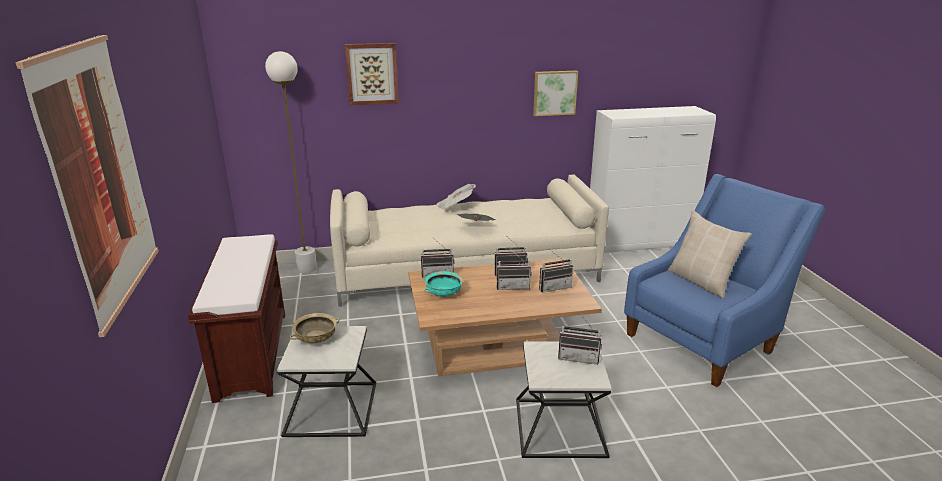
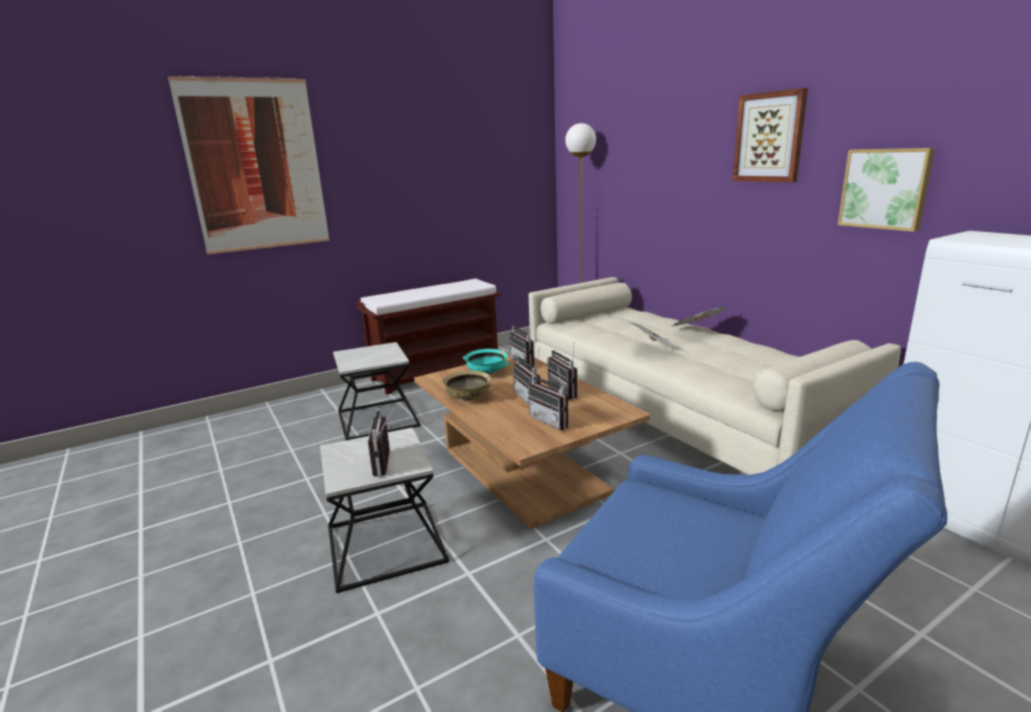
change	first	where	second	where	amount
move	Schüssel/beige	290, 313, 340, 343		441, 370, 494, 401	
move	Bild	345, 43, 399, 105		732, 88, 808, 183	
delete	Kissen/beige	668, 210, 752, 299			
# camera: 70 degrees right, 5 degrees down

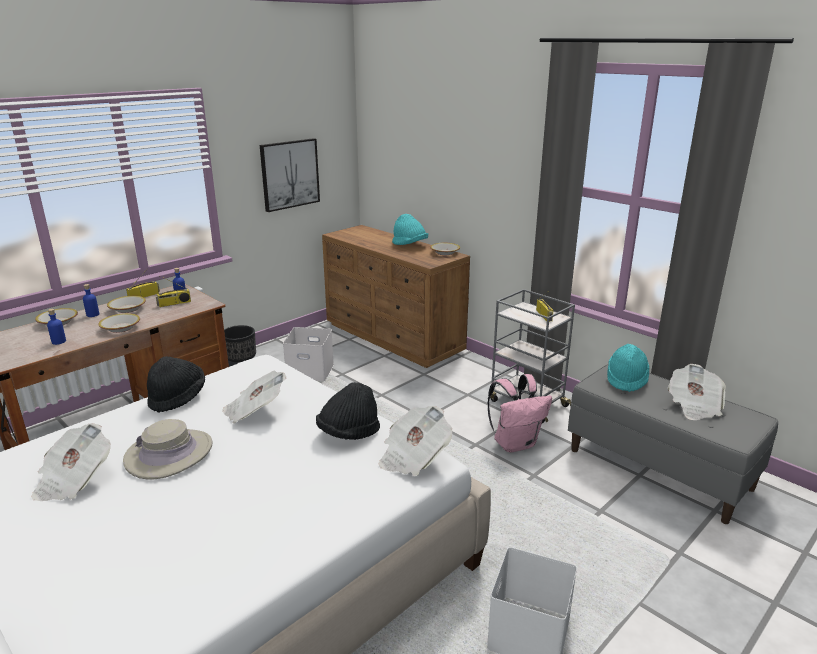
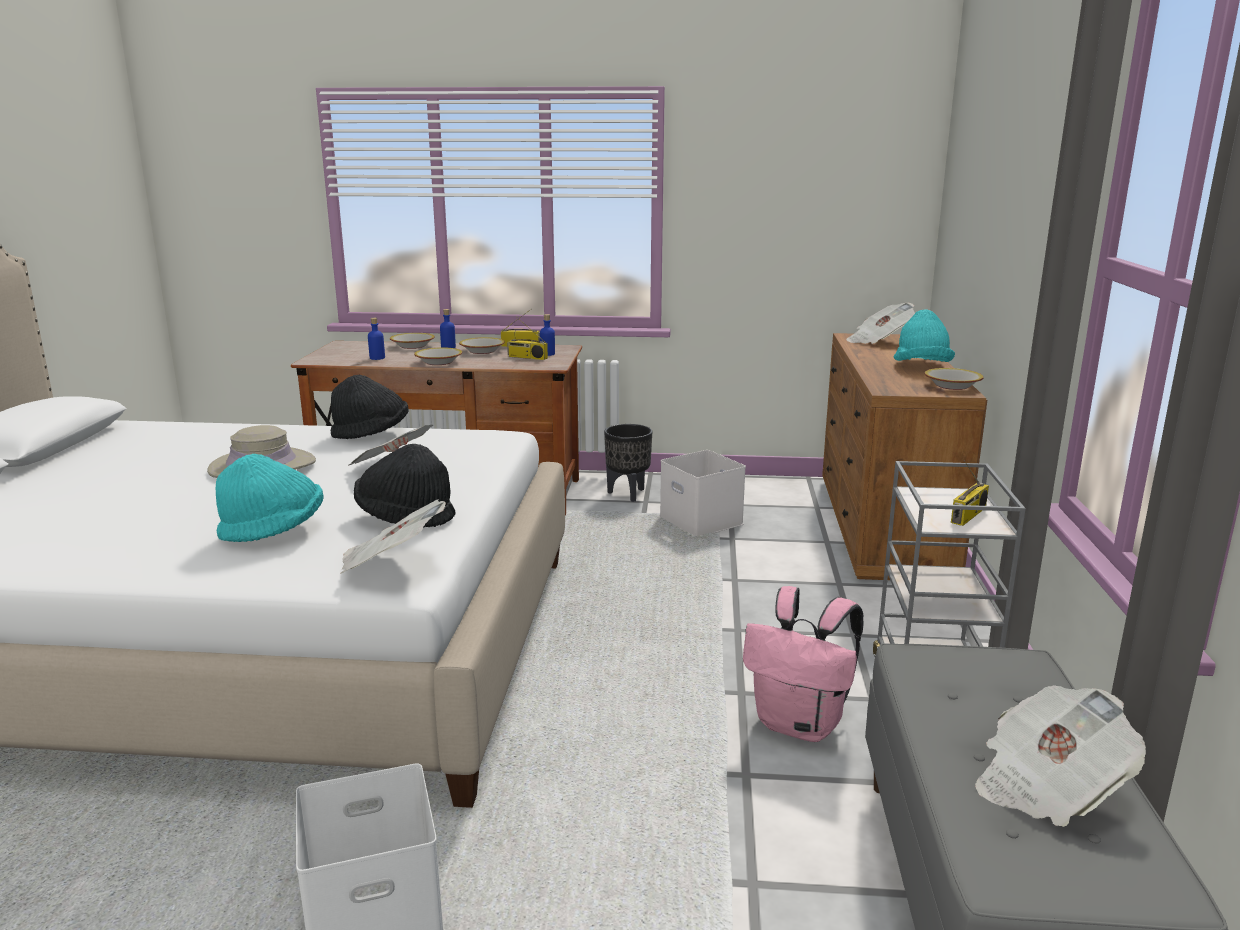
change	first	where	second	where	amount
move	Hut/türkis	607, 344, 649, 392		216, 454, 324, 542	
move	Zeitung	31, 423, 111, 501		846, 303, 915, 344	
delete	Bild	260, 138, 320, 212			
# camera: 50 degrees right, 5 degrees down

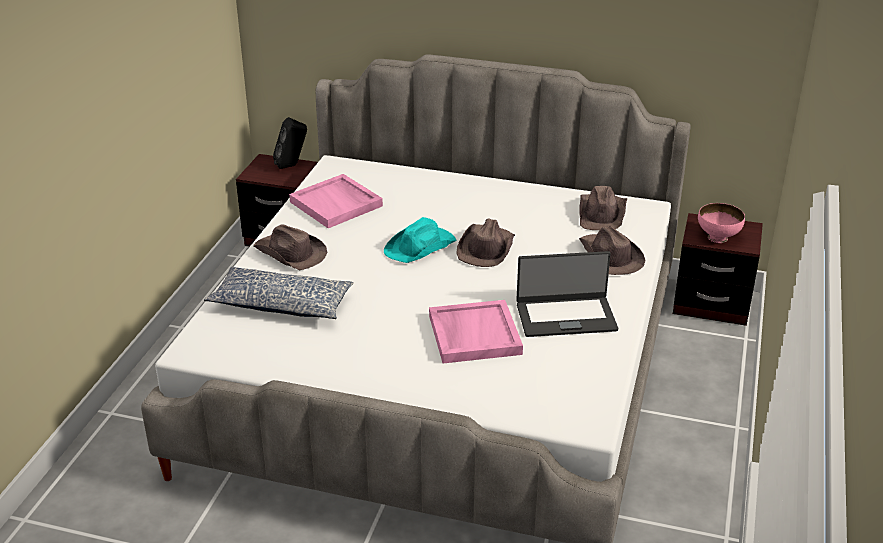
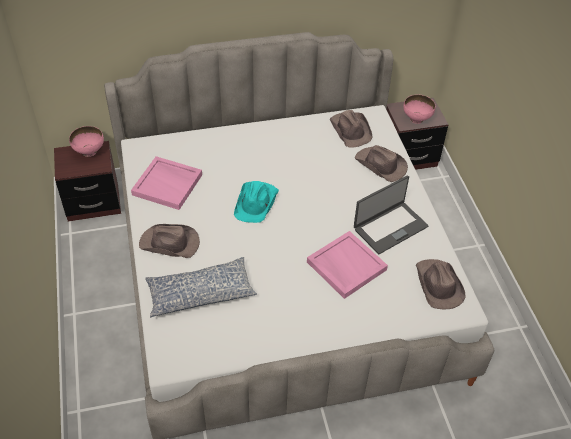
change	first	where	second	where	amount
replace	Lautsprecher/schwarz	273, 117, 307, 169	Schüssel/rosa	69, 126, 104, 157	
move	Hut/braun	456, 218, 515, 267		416, 259, 466, 309	
# camera: 30 degrees left, 15 degrees up

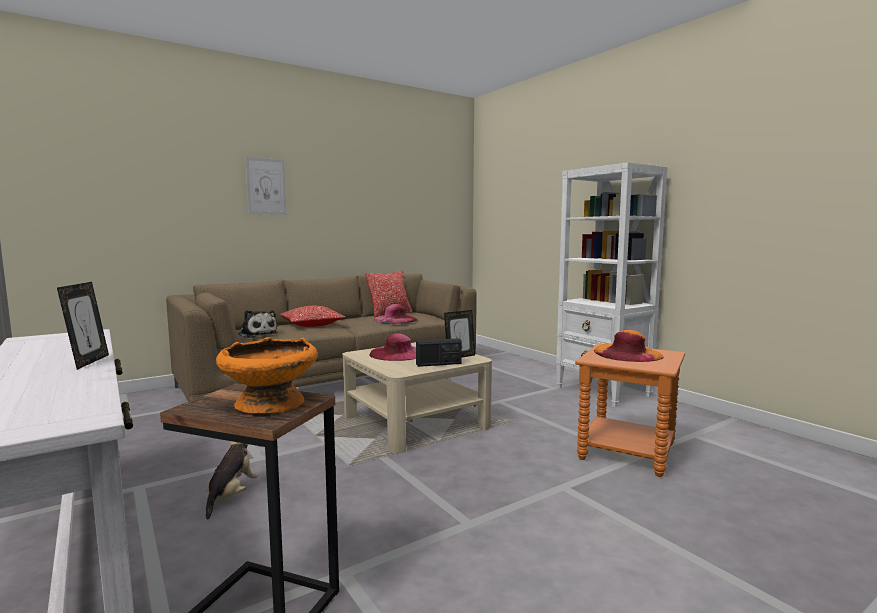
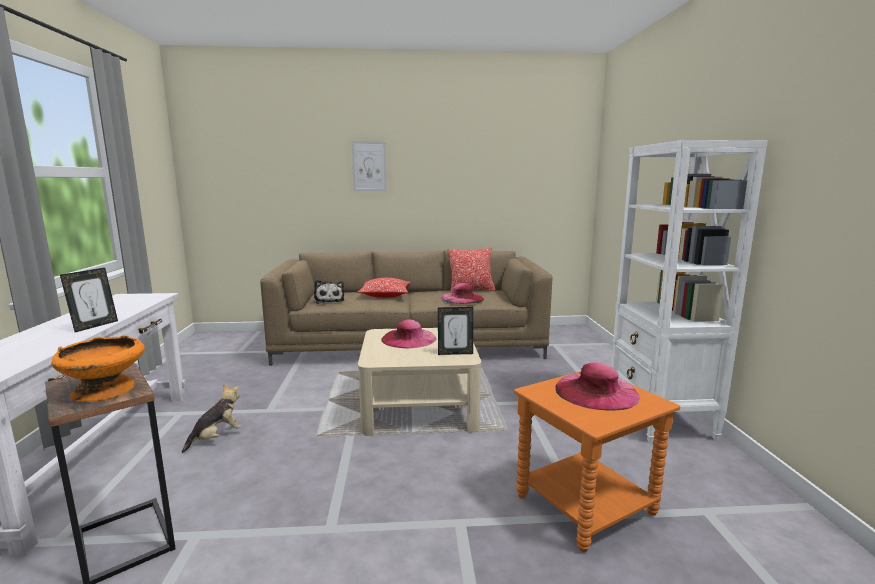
change	first	where	second	where	amount
recolor	Hut/orange	594, 330, 664, 362	Hut/rosa	556, 362, 641, 411	
delete	Radio	416, 338, 462, 367			
# camera: 30 degrees right, 5 degrees up

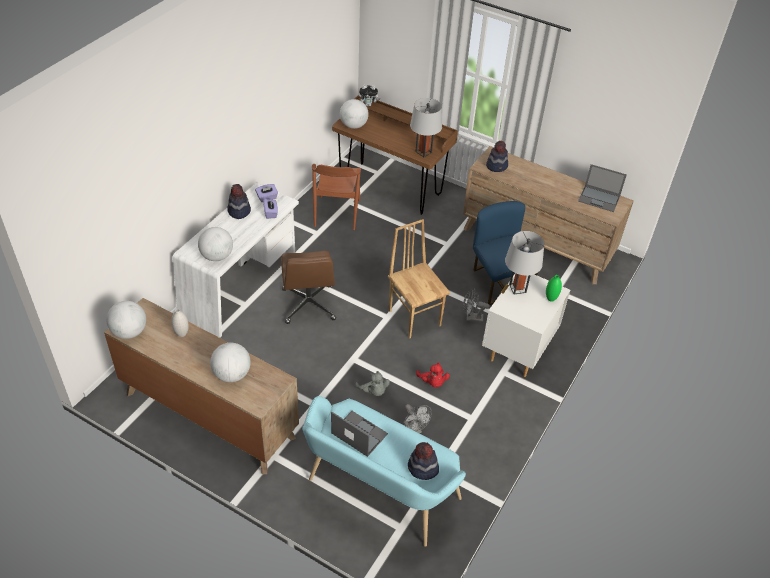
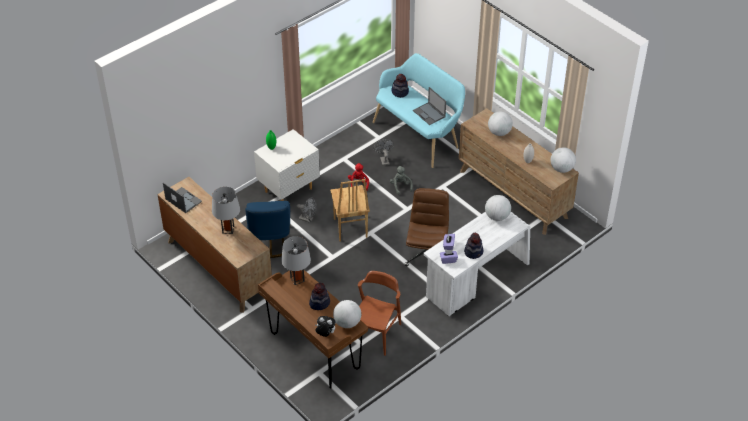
change	first	where	second	where	amount
move	Tischlampe/grau	505, 231, 544, 294		212, 187, 240, 234	
move	Hut	486, 140, 508, 172		309, 283, 330, 310	
# camera: 160 degrees left, 0 degrees up

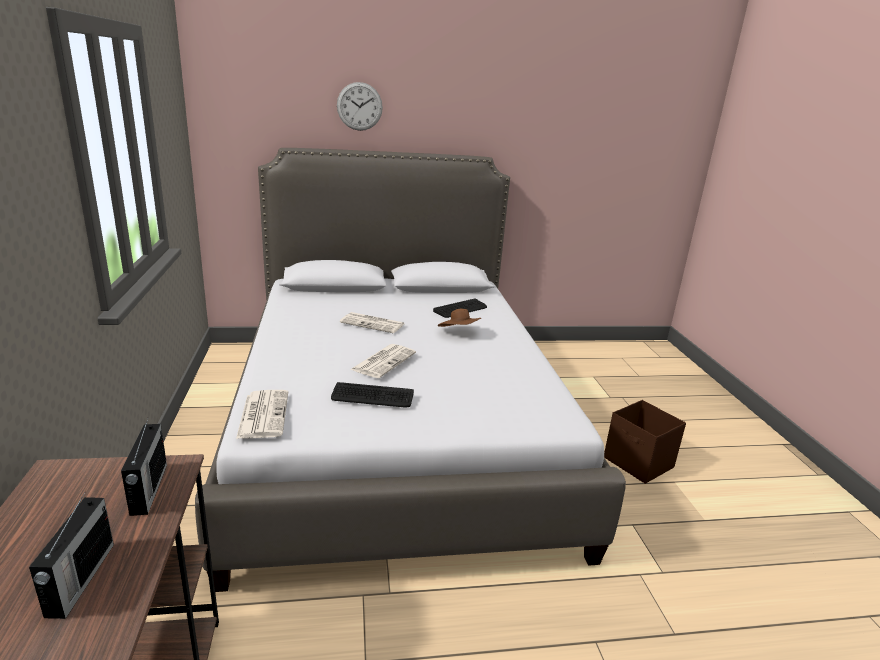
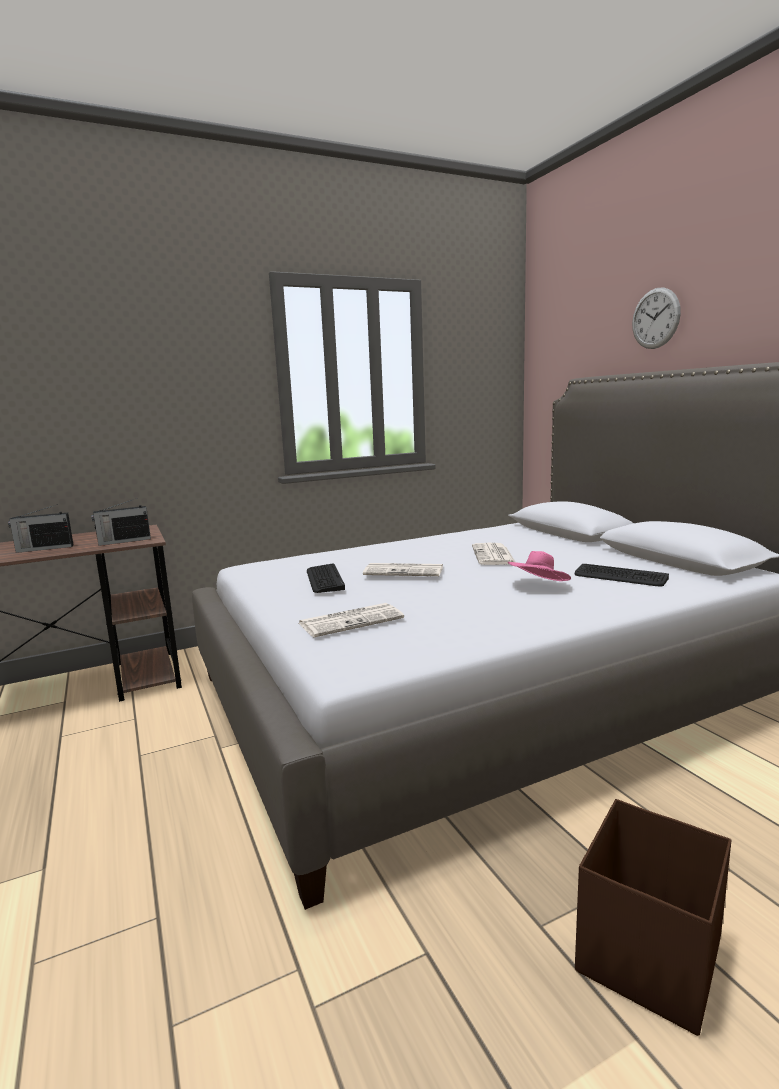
change	first	where	second	where	amount
move	Zeitung	236, 390, 288, 439		299, 603, 404, 637	
recolor	Hut/braun	438, 309, 481, 327	Hut/rosa	507, 551, 571, 581	
# camera: 75 degrees right, 10 degrees down

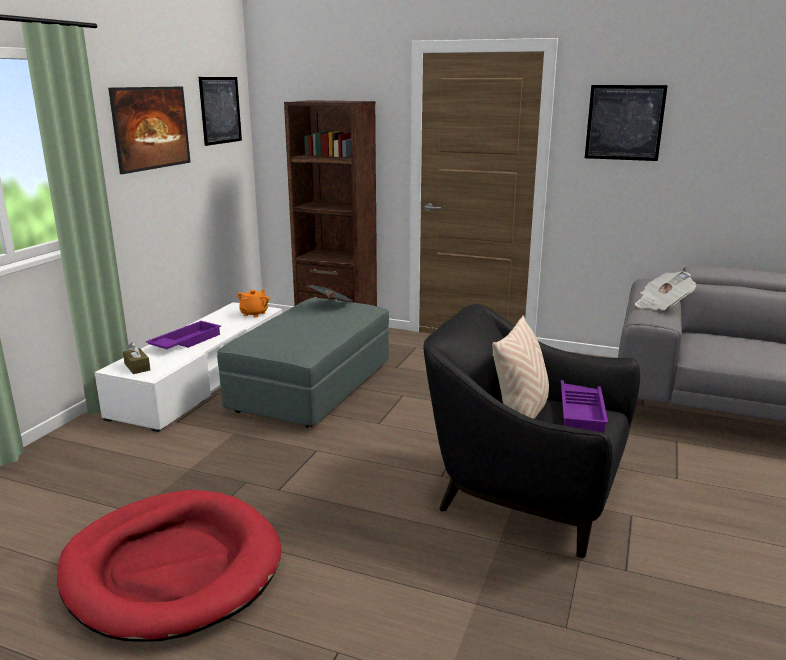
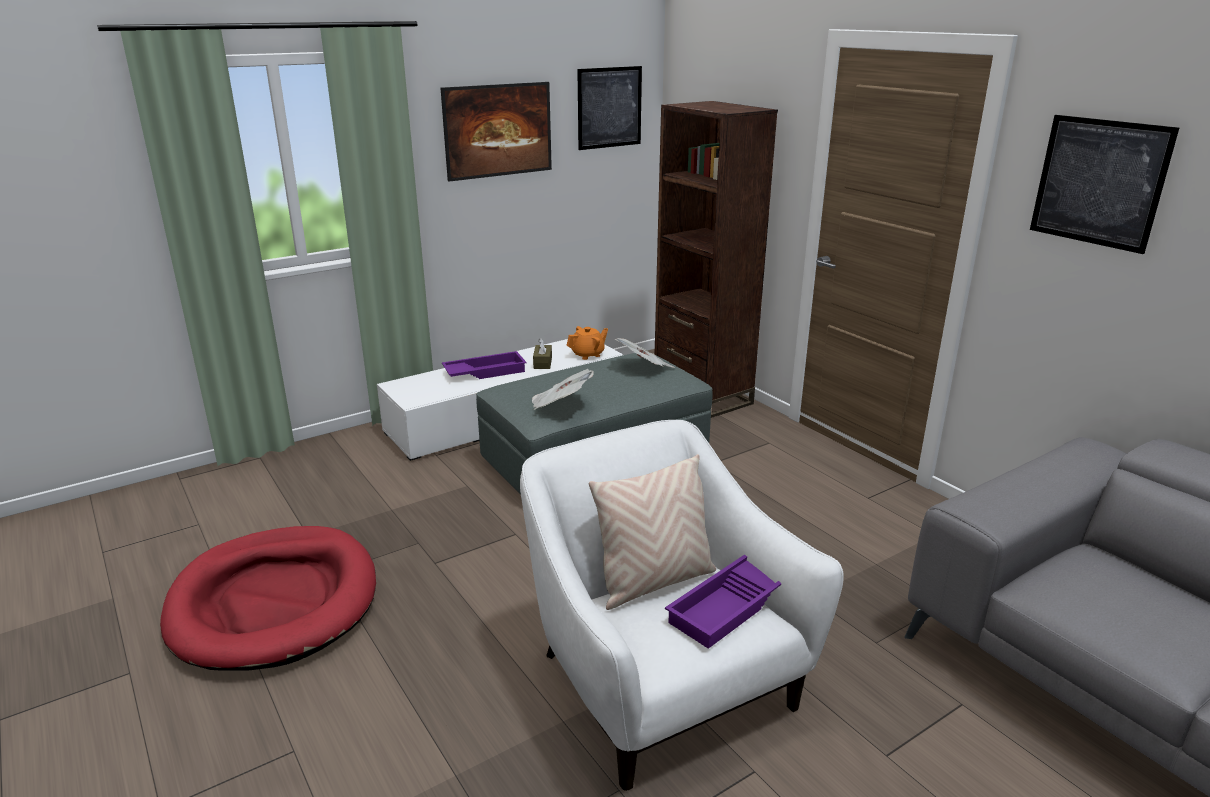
change	first	where	second	where	amount
recolor	Sessel/schwarz	423, 304, 640, 558	Sessel/weiß	520, 420, 844, 791	
move	Zeitung	635, 271, 696, 310		532, 369, 594, 410	
move	Taschentuchbox/braun	123, 342, 150, 374		533, 338, 552, 369	
# camera: 35 degrees right, 5 degrees up

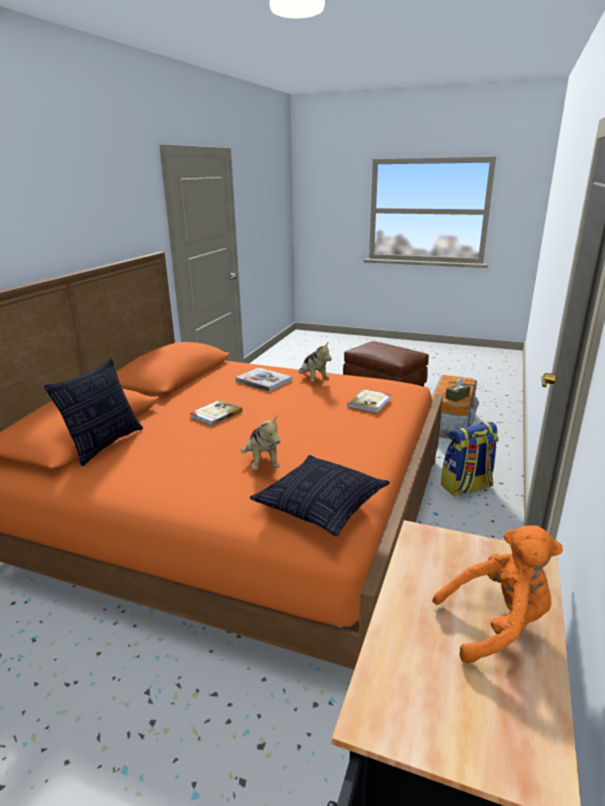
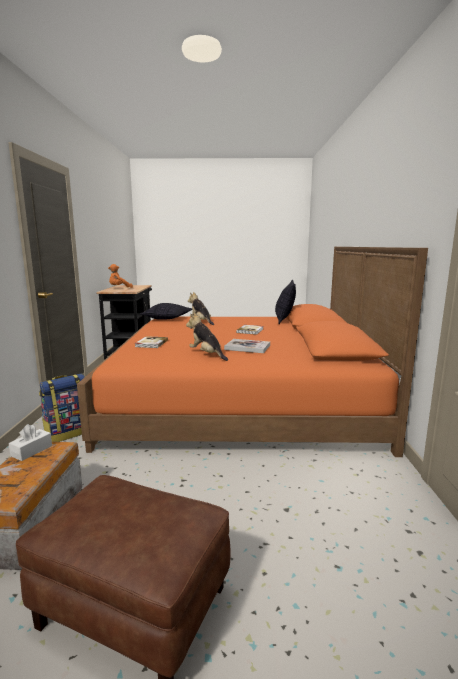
change	first	where	second	where	amount
recolor	Taschentuchbox/braun	446, 378, 471, 402	Taschentuchbox/weiß	9, 424, 52, 461	
# camera: 160 degrees right, 10 degrees down

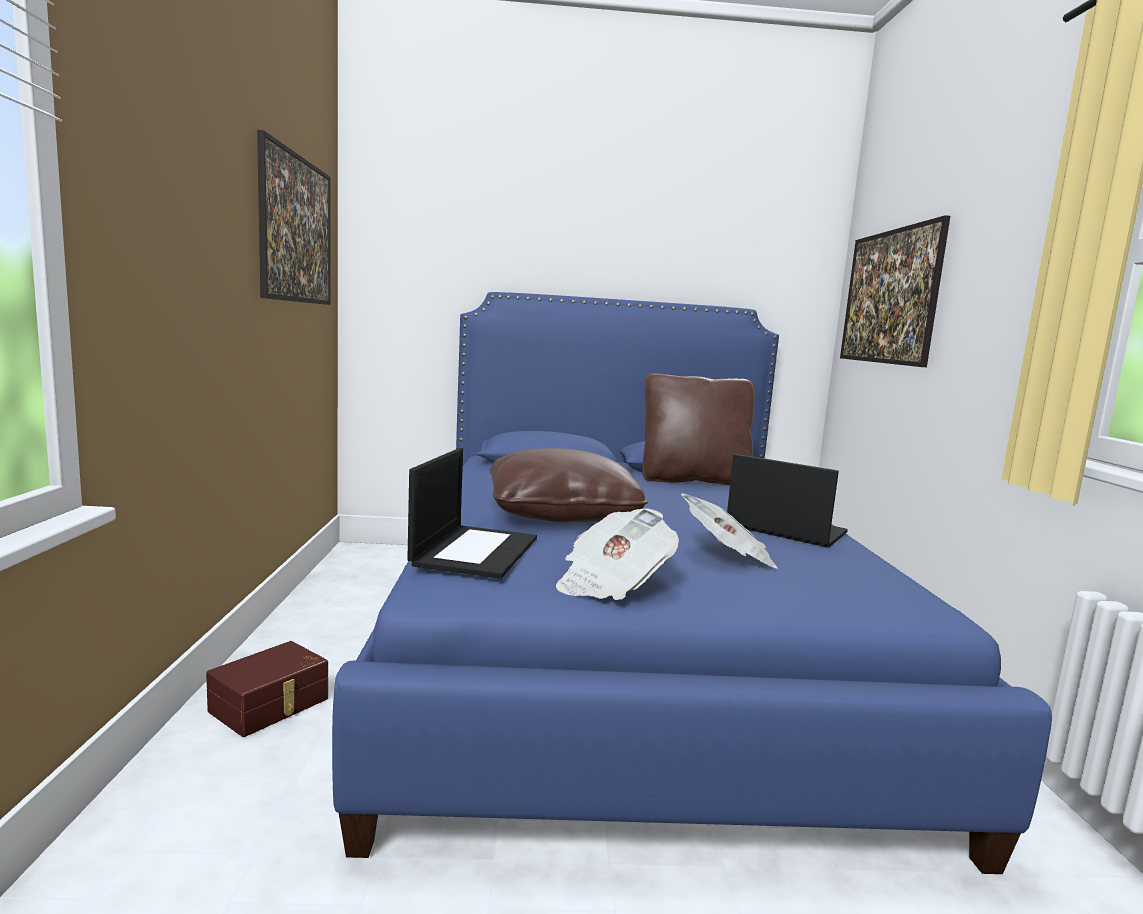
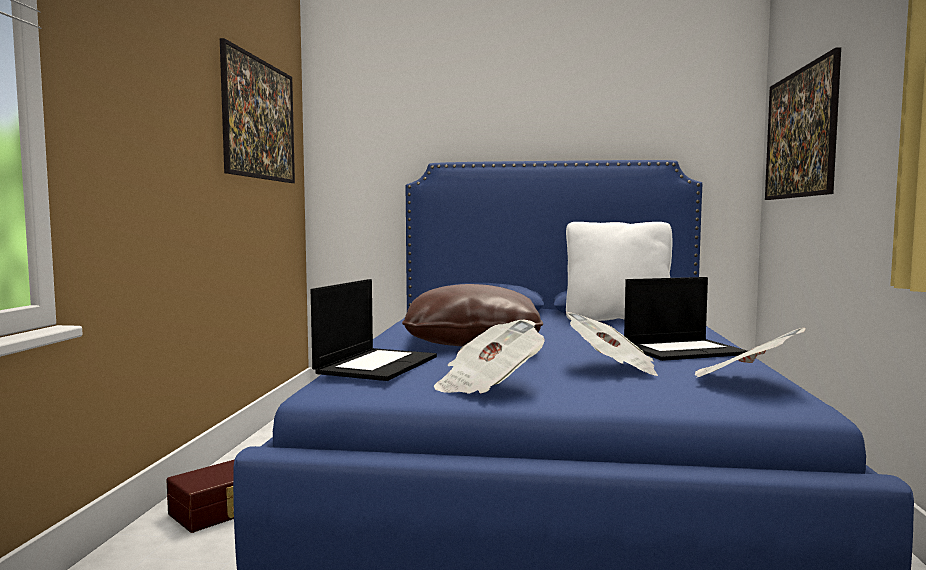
change	first	where	second	where	amount
recolor	Kissen/braun	642, 373, 755, 485	Kissen/weiß	566, 222, 672, 321	
rotate	Laptop	727, 454, 848, 548		624, 277, 747, 361	120 degrees clockwise
insert			Zeitung	695, 328, 805, 378	
# camera: 10 degrees right, 5 degrees down

